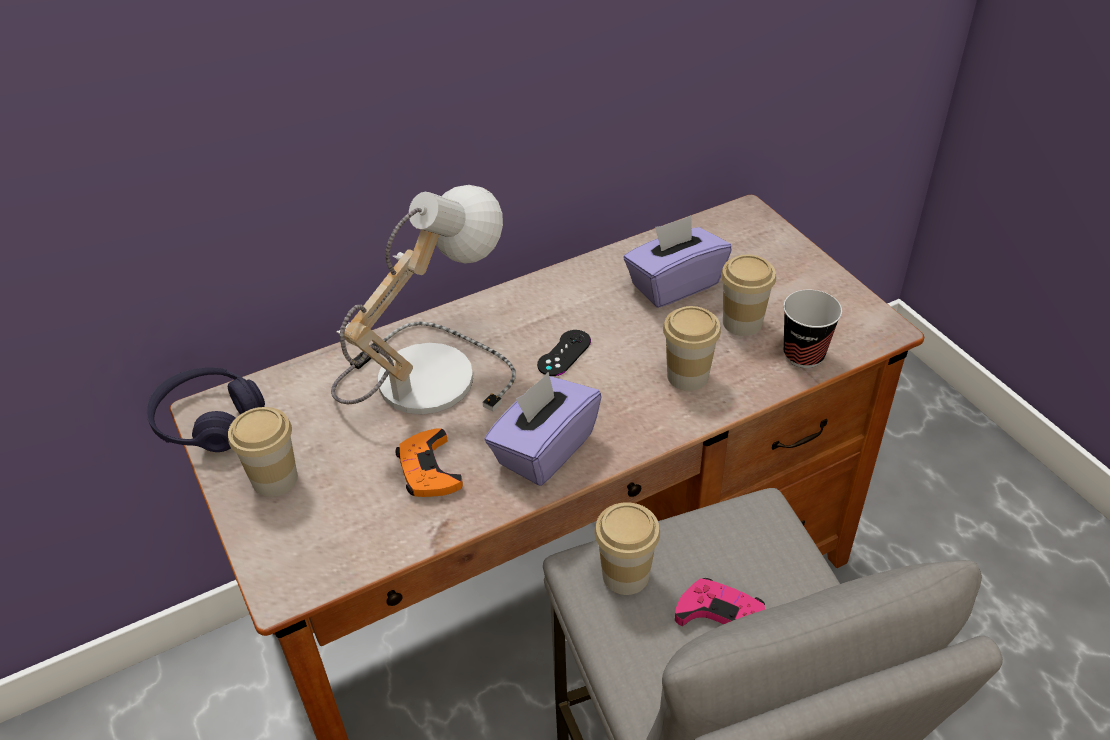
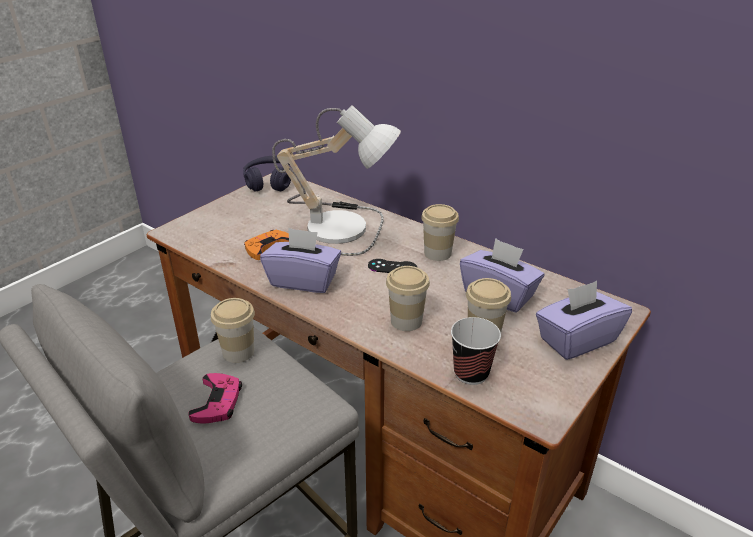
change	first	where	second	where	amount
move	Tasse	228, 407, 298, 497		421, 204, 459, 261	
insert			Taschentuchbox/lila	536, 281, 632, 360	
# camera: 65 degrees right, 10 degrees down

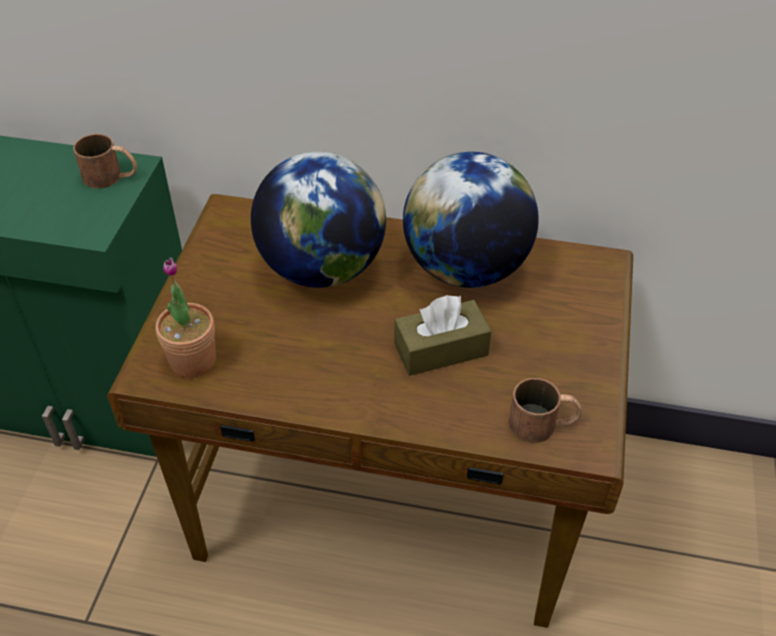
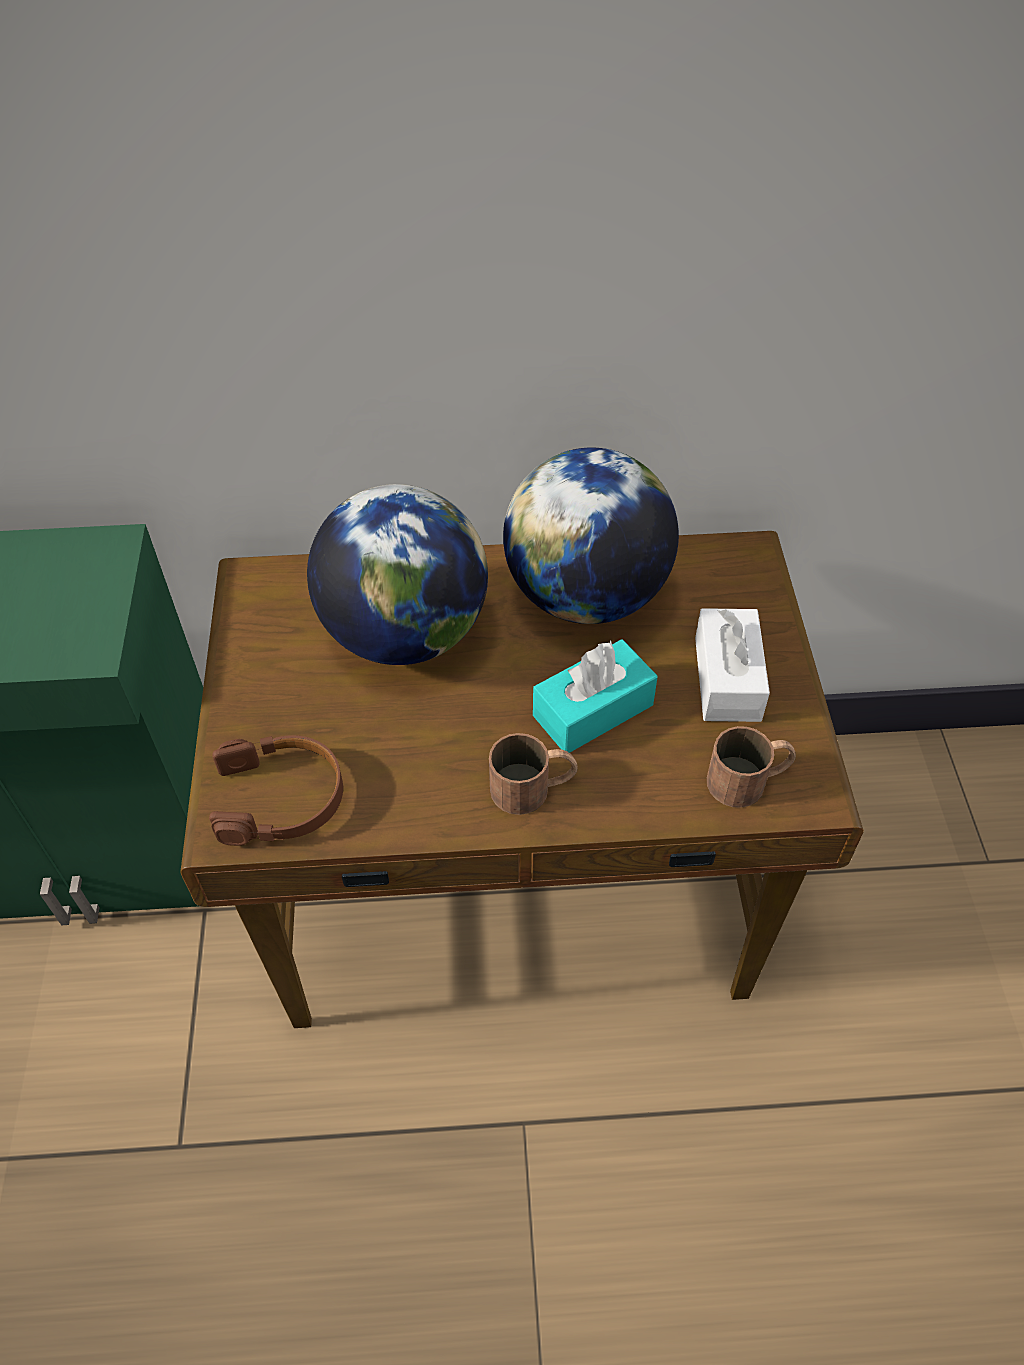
change	first	where	second	where	amount
replace	Topfpflanze	155, 257, 216, 378	Kopfhörer/braun	209, 735, 343, 846	
move	Henkelbecher/braun	73, 134, 137, 189		489, 733, 578, 815	
recolor	Taschentuchbox/braun	394, 295, 491, 376	Taschentuchbox/türkis	533, 639, 658, 753	
insert			Taschentuchbox/weiß	695, 608, 770, 722	
# camera: 15 degrees left, 5 degrees up

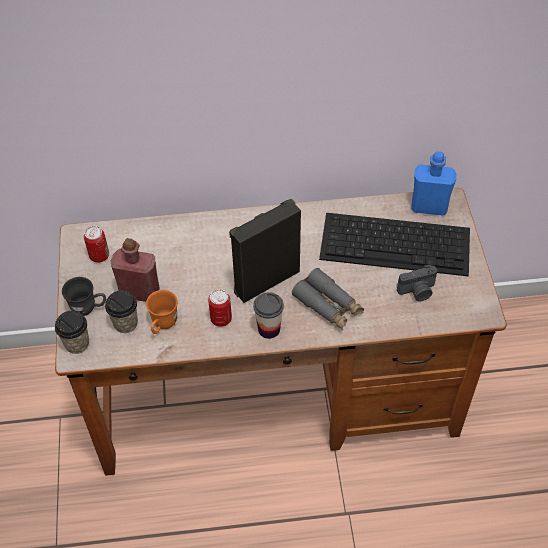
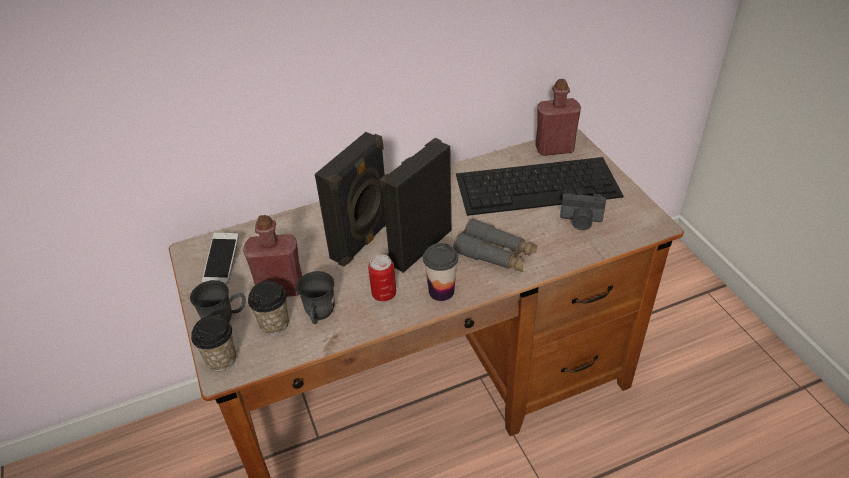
change	first	where	second	where	amount
replace	Dose	84, 226, 109, 263	Handy	202, 233, 239, 284	
recolor	Henkelbecher/orange	146, 290, 178, 334	Henkelbecher/grau	296, 271, 335, 324	
insert			Lautsprecher/schwarz	315, 132, 386, 267	
recolor	Flasche/blau	411, 151, 456, 216	Flasche/rot	535, 79, 581, 156	
rotate	Kamera	397, 265, 437, 301		560, 193, 606, 230	45 degrees clockwise
# camera: 15 degrees left, 10 degrees down

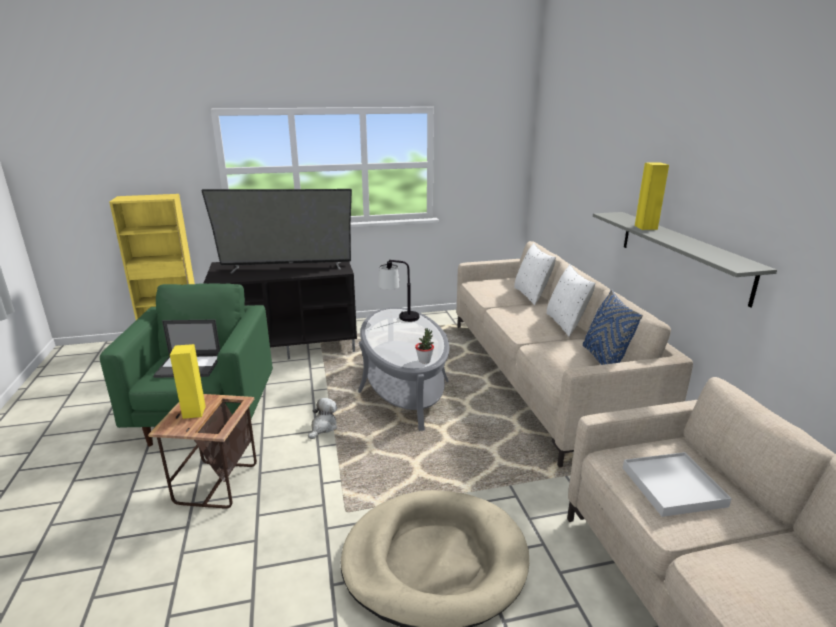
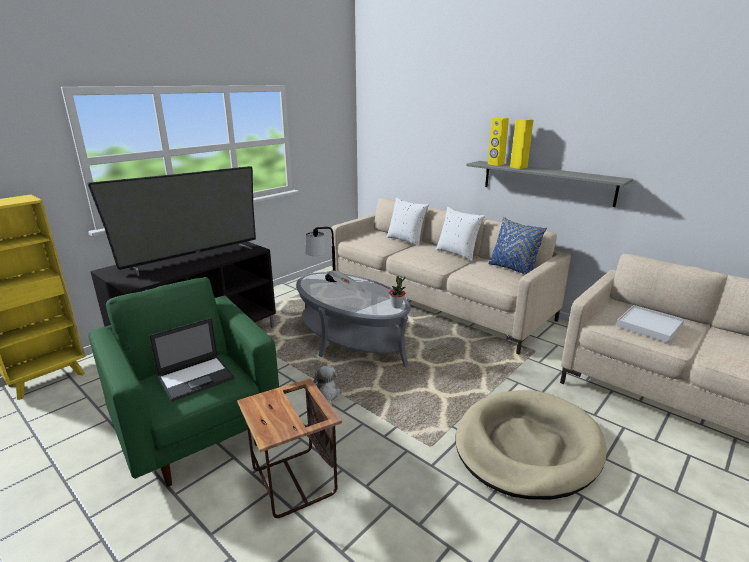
change	first	where	second	where	amount
insert			Zeitung	327, 271, 367, 293	
move	Lautsprecher/gelb	170, 344, 206, 419		488, 118, 509, 166	
# camera: 35 degrees left, 0 degrees up

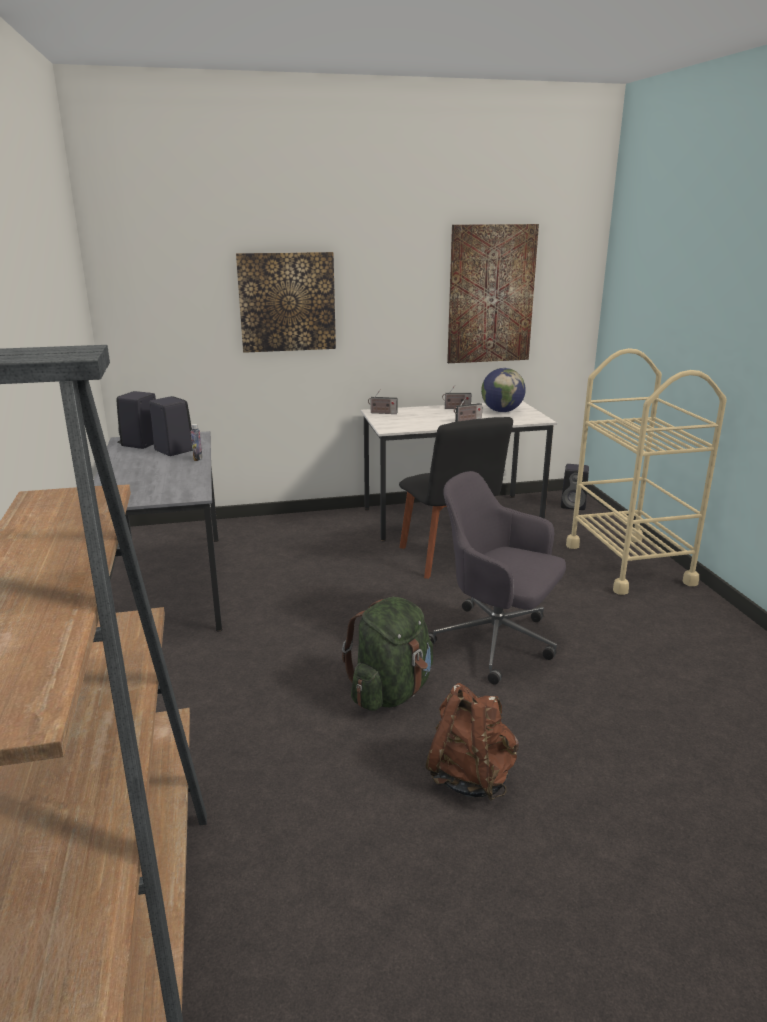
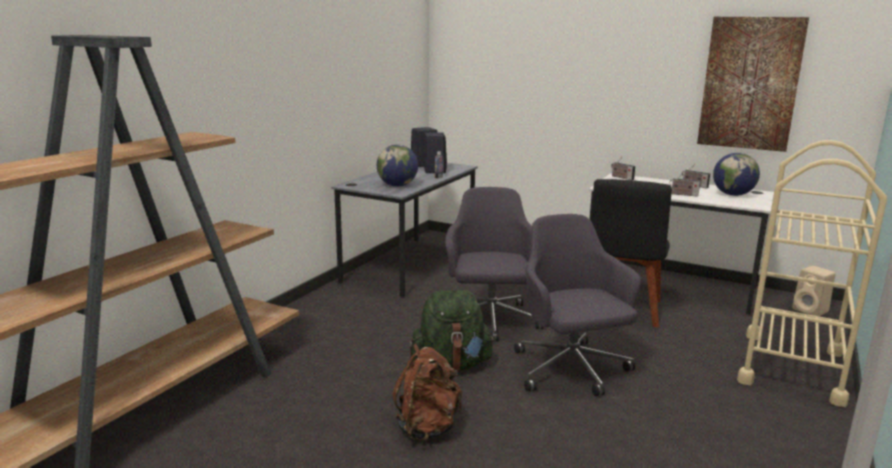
change	first	where	second	where	amount
insert			Globus	377, 145, 418, 187	
insert			Bürostuhl/grau	445, 187, 544, 342	
recolor	Lautsprecher/schwarz	561, 464, 589, 510	Lautsprecher/beige	792, 266, 836, 316	
delete	Bild	236, 252, 336, 353			
# camera: 40 degrees right, 5 degrees down

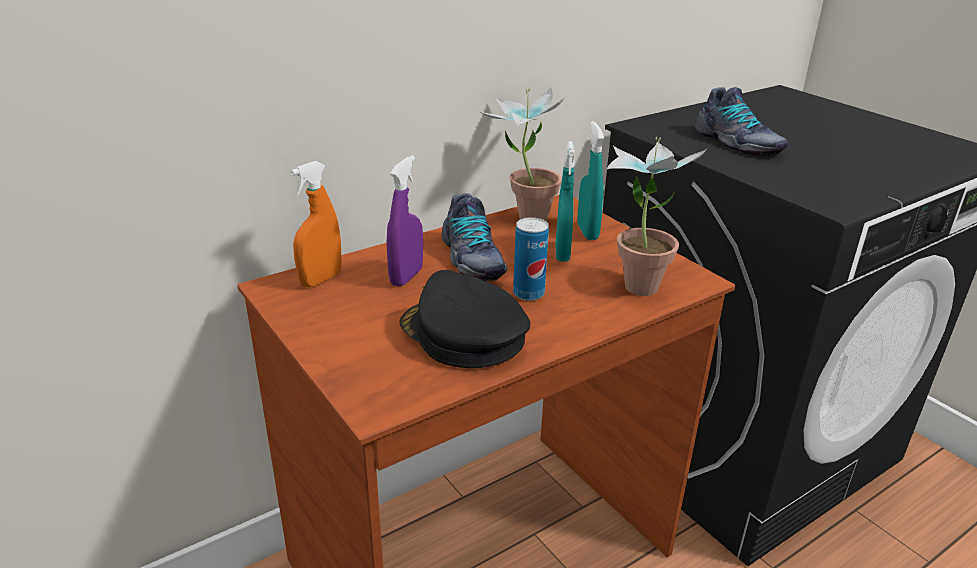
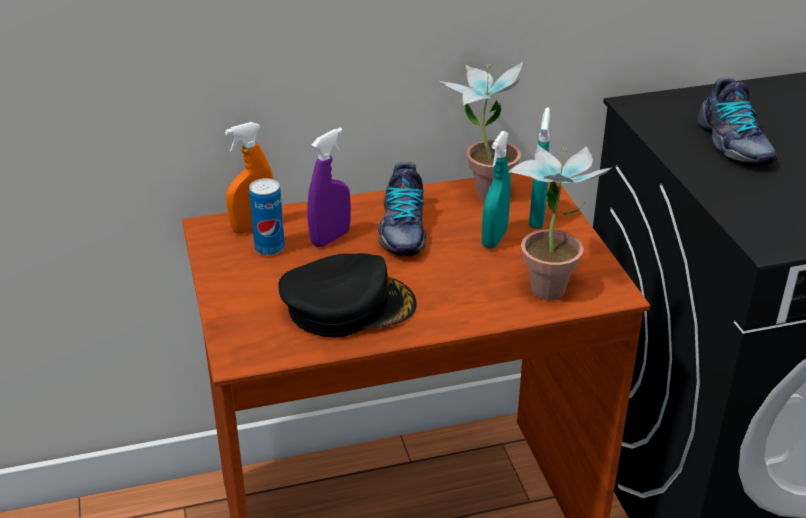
change	first	where	second	where	amount
move	Dose	513, 217, 549, 301		249, 178, 285, 256	
rotate	Kappe/schwarz	399, 270, 530, 368		278, 253, 417, 338	105 degrees clockwise
# camera: 20 degrees right, 5 degrees up

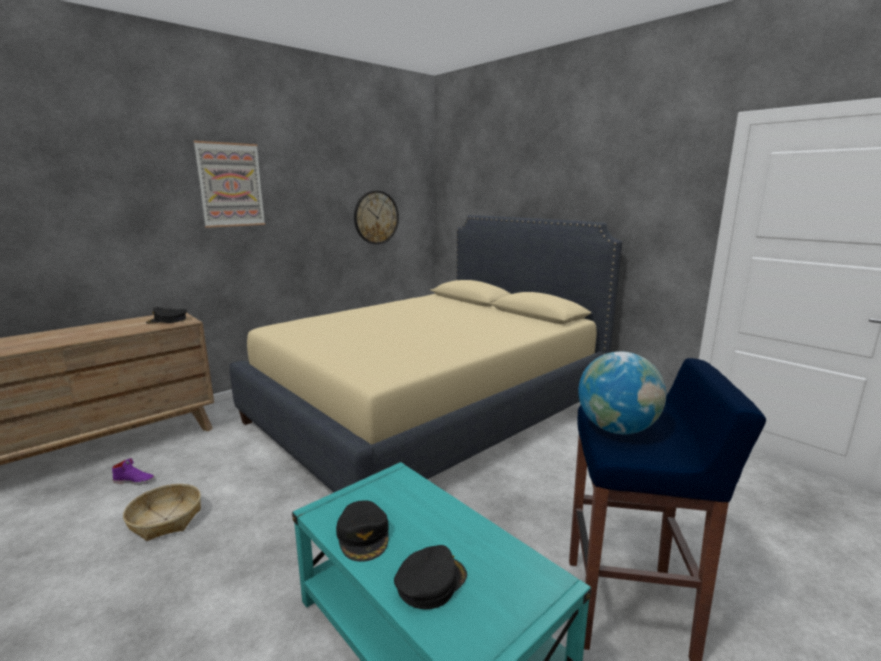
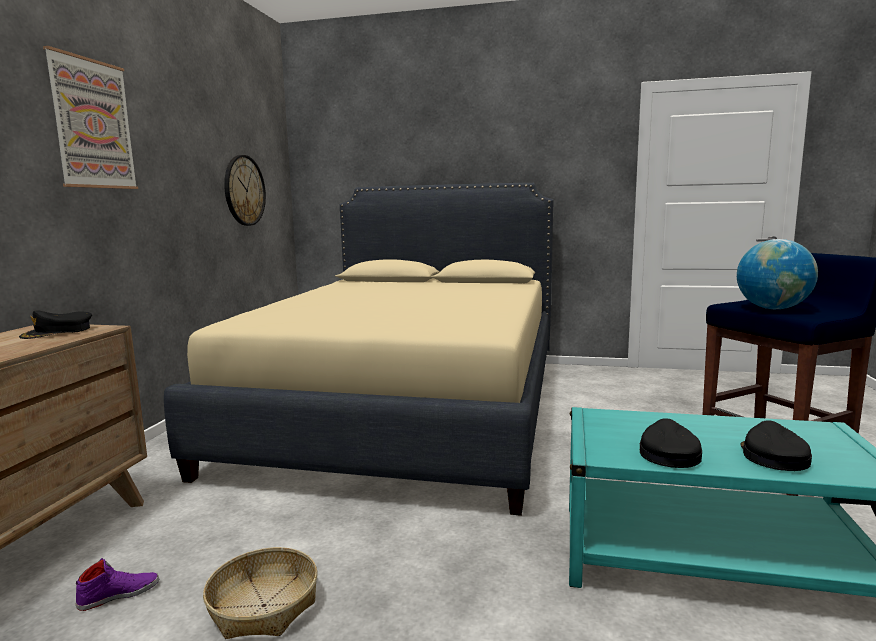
change	first	where	second	where	amount
rotate	Kappe/schwarz	336, 501, 389, 562		640, 418, 702, 468	120 degrees counterclockwise
# camera: 35 degrees left, 5 degrees down

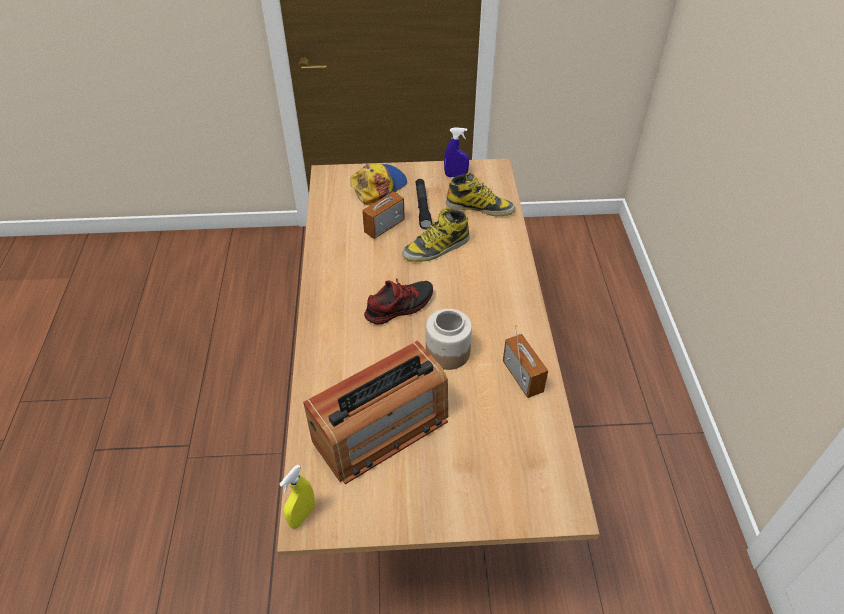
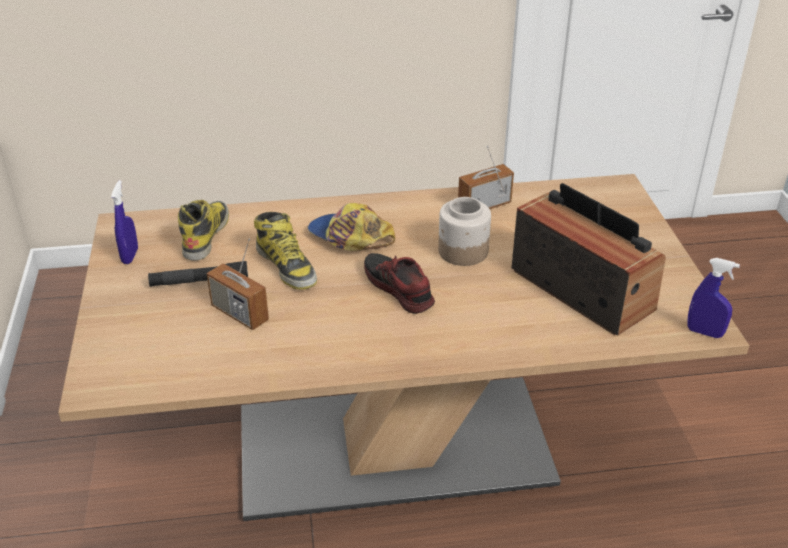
change	first	where	second	where	amount
move	Kappe	350, 163, 407, 205		308, 203, 395, 251	
recolor	Sprühflasche/gelb	279, 464, 315, 529	Sprühflasche/blau	687, 258, 740, 338	
# camera: 95 degrees left, 10 degrees down

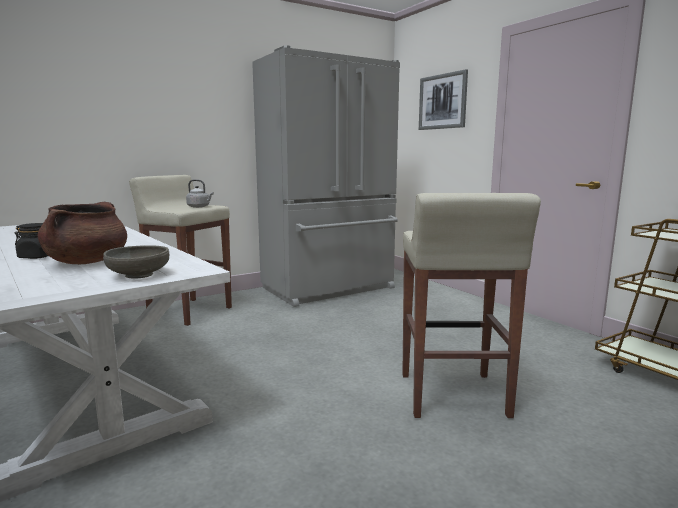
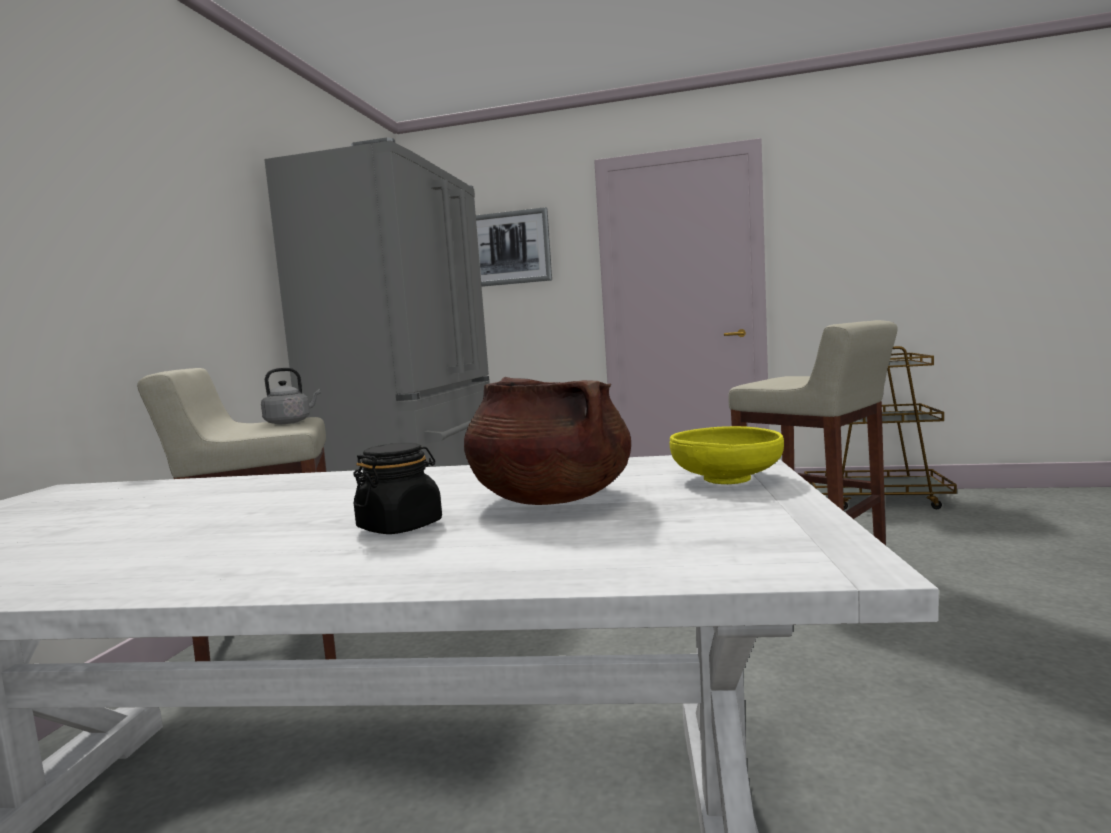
change	first	where	second	where	amount
recolor	Schüssel/grau	103, 245, 169, 279	Schüssel/gelb	670, 426, 784, 484	
# camera: 45 degrees left, 5 degrees down

